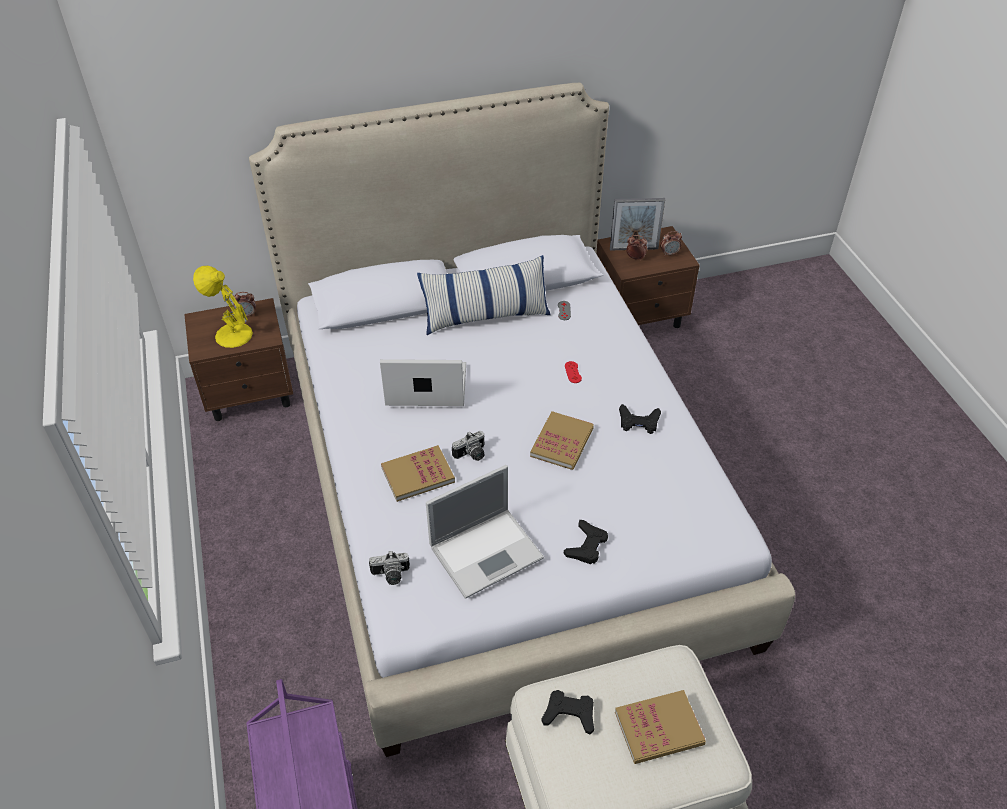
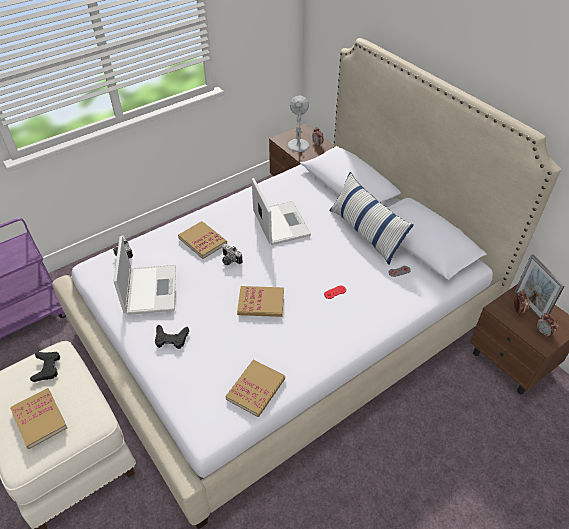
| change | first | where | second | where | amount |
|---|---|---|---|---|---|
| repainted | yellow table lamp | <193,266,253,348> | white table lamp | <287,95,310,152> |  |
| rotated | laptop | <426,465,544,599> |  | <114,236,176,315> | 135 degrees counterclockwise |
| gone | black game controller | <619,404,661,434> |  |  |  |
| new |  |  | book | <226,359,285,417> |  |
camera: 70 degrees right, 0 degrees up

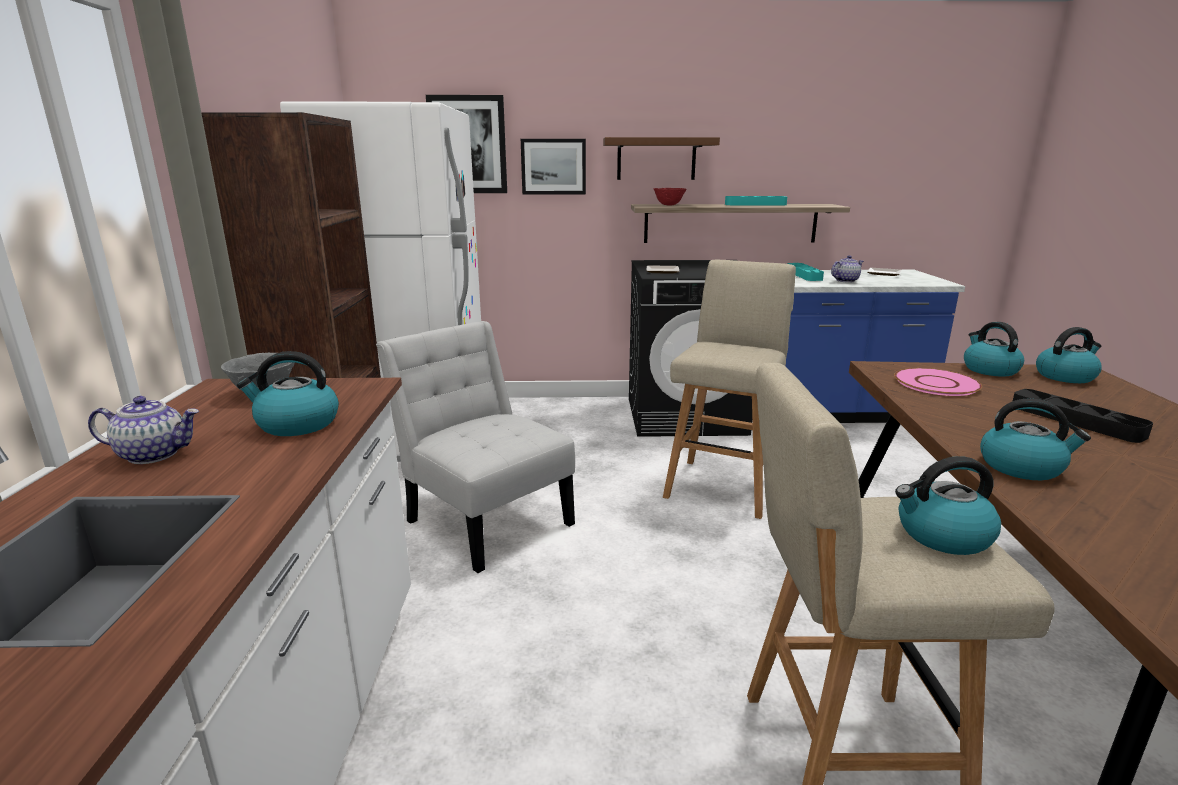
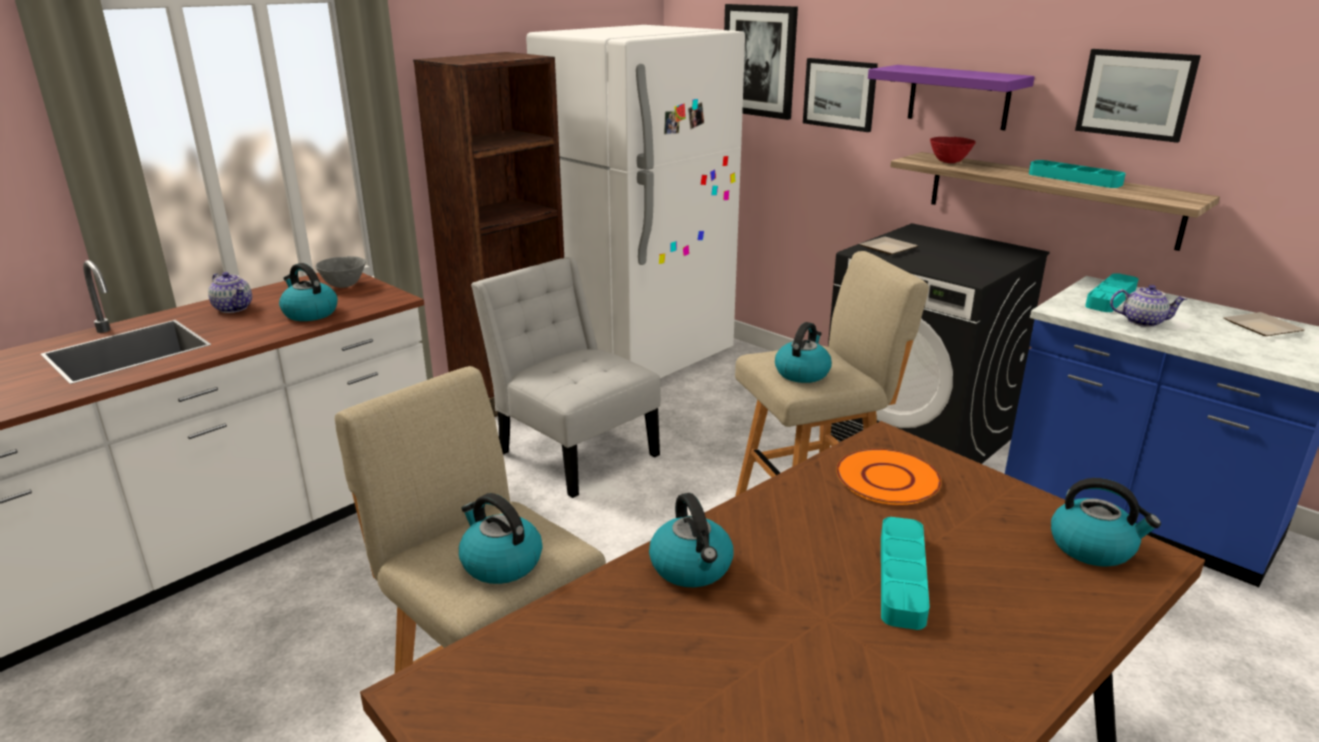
| change | first | where | second | where | amount |
|---|---|---|---|---|---|
| rotated | white chair | <376,321,575,573> |  | <471,257,661,498> | 45 degrees counterclockwise |
| repainted | brown shelf | <603,137,720,180> | purple shelf | <868,65,1035,130> |  |
| repainted | pink plate | <894,368,982,396> | orange plate | <836,449,942,505> |  |
| shifted | kettle | <964,322,1024,377> |  | <775,322,832,383> |  |
| repainted | black tray | <1013,389,1153,443> | turquoise tray | <881,517,930,630> |  |
| new |  |  | picture | <1075,49,1201,143> |  |
camera: 45 degrees right, 5 degrees up

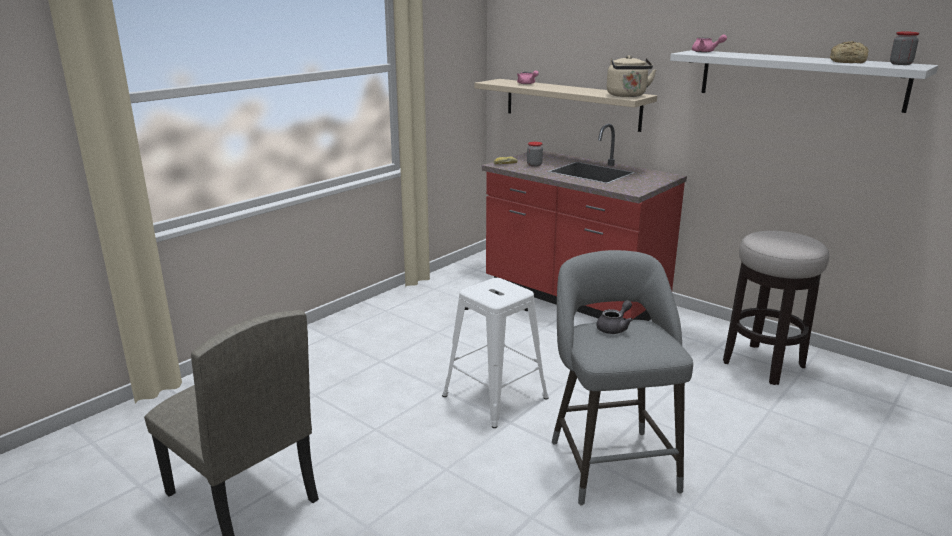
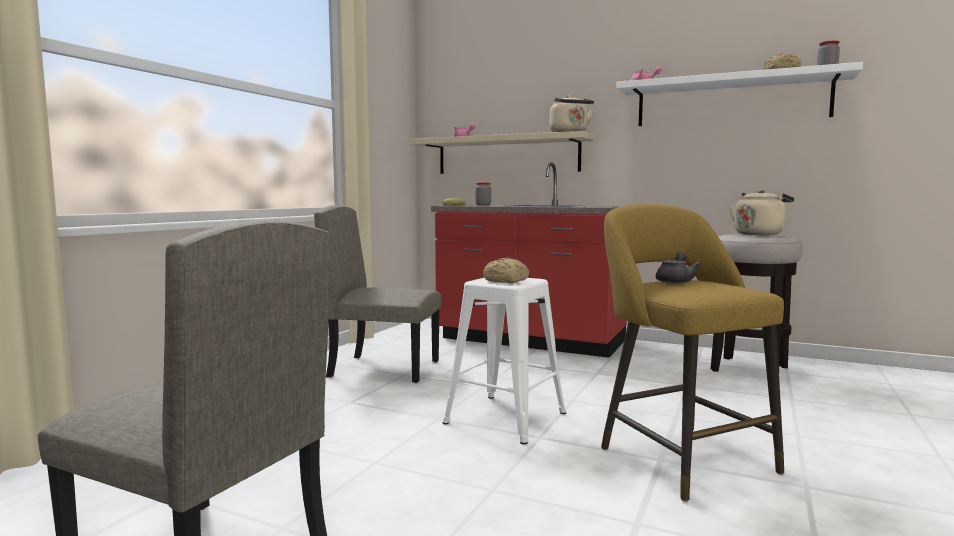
| change | first | where | second | where | amount |
|---|---|---|---|---|---|
| repainted | grey stool | <552,250,693,506> | yellow stool | <601,204,784,502> |  |
| new |  |  | beige chair | <314,205,441,383> |  |
| new |  |  | bread | <483,257,529,283> |  |
| new |  |  | beige kettle | <729,190,794,235> |  |
camera: 15 degrees left, 15 degrees down

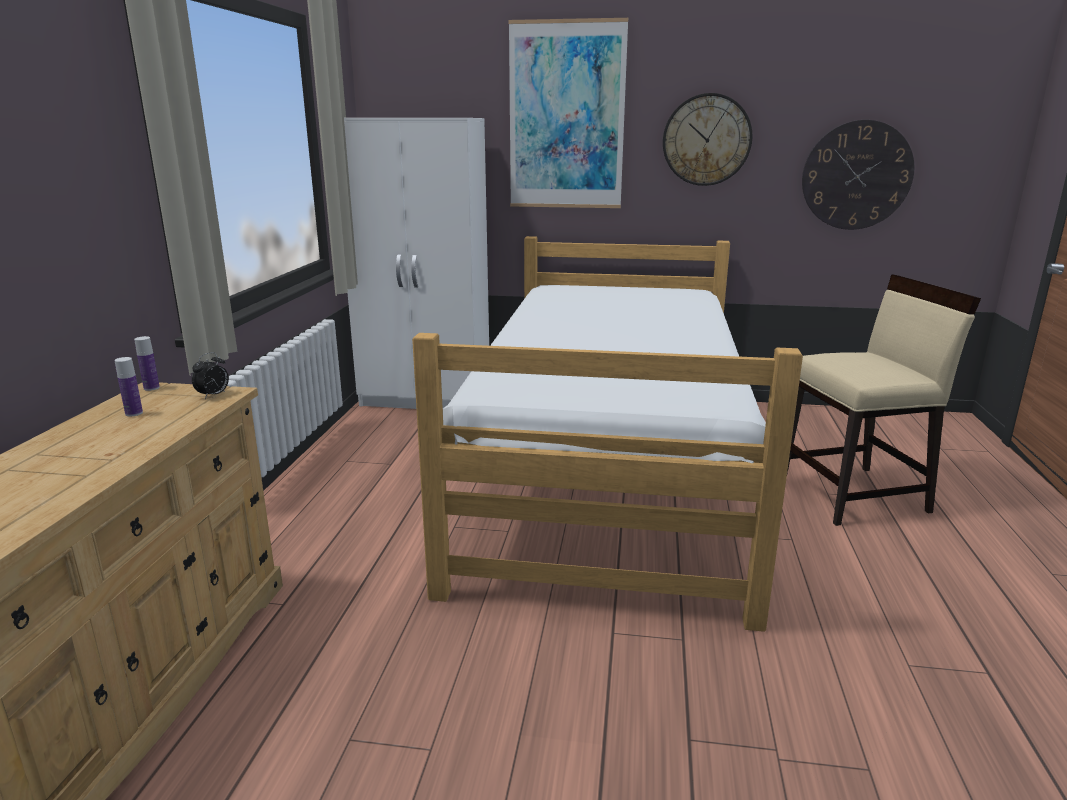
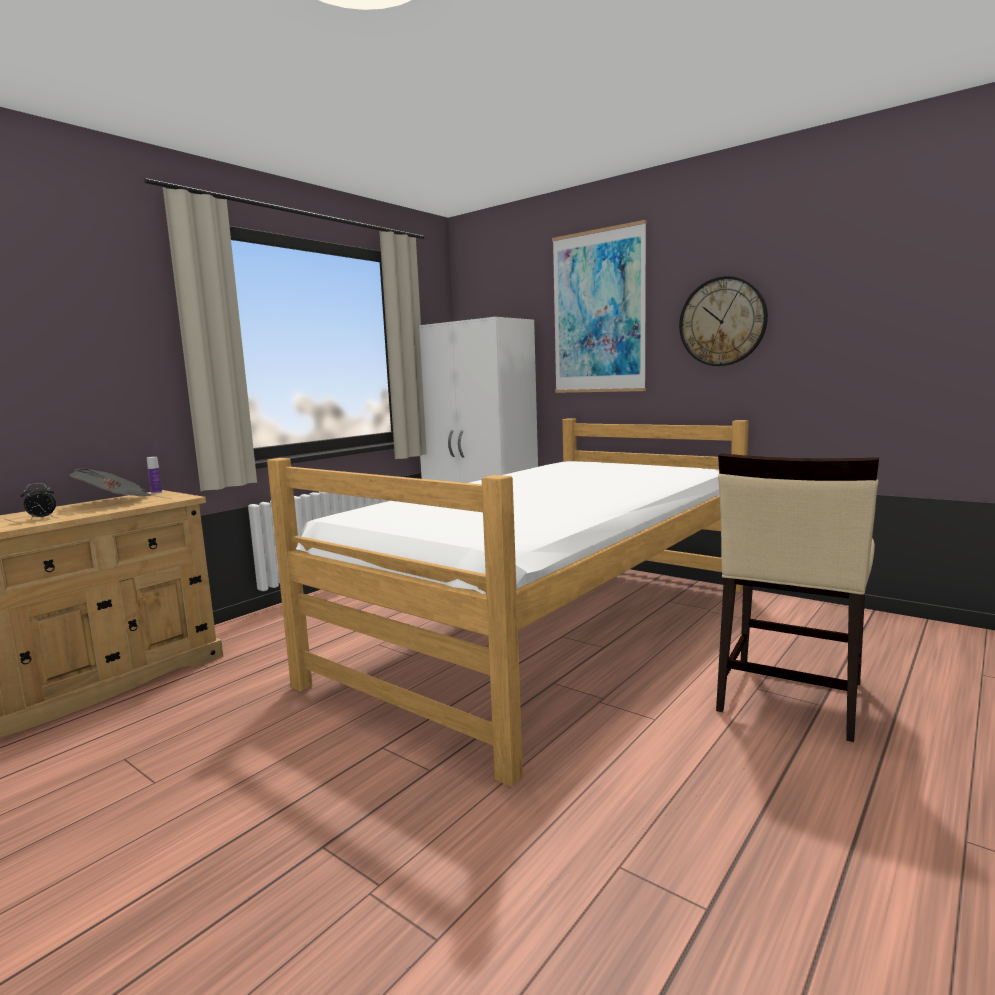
| change | first | where | second | where | amount |
|---|---|---|---|---|---|
| swapped | bottle | <114,357,143,417> | newspaper | <69,469,152,496> |  |
| shifted | alarm clock | <192,352,229,399> |  | <21,483,56,519> |  |
| rotated | beige chair | <787,275,981,526> |  | <716,453,879,742> | 105 degrees clockwise |
| gone | wall clock | <802,120,914,230> |  |  |  |
camera: 30 degrees right, 10 degrees down

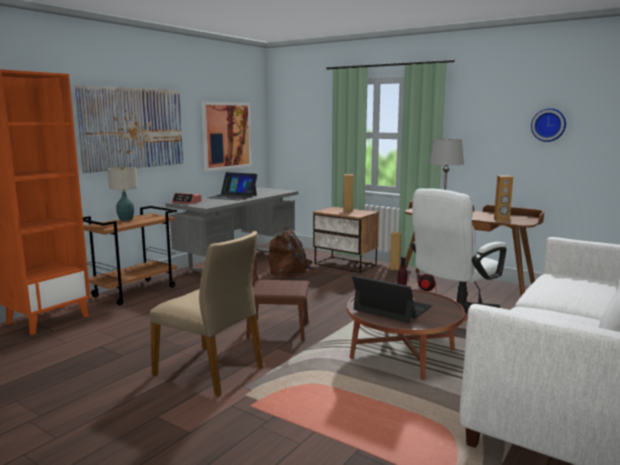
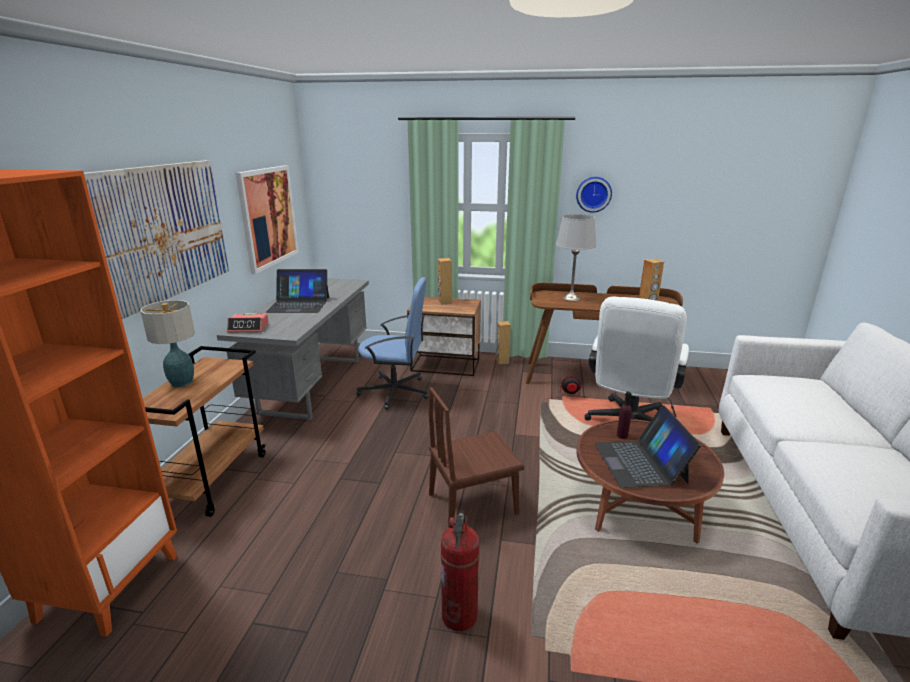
| change | first | where | second | where | amount |
|---|---|---|---|---|---|
| swapped | beige chair | <150,231,263,397> | fire extinguisher | <440,510,480,631> |  |
| swapped | brown backpack | <268,228,317,278> | blue office chair | <357,277,428,410> |  |
| rotated | laptop | <352,275,432,323> |  | <594,405,701,488> | 105 degrees counterclockwise |
| shifted | wall clock | <531,108,566,142> |  | <576,177,612,213> |  |
camera: 25 degrees left, 10 degrees up

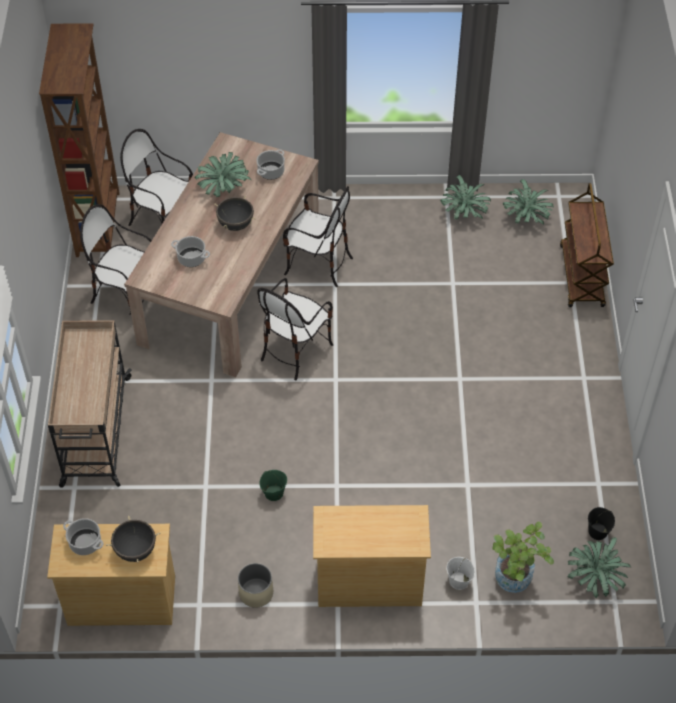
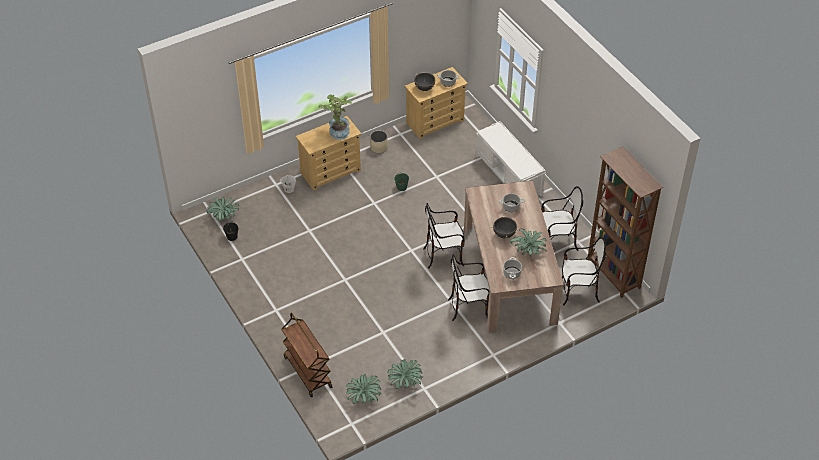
| change | first | where | second | where | amount |
|---|---|---|---|---|---|
| swapped | beige cart | <48,320,132,488> | white bench | <476,121,546,197> |  |
| rotated | chair | <257,278,333,380> |  | <423,203,465,268> | 105 degrees counterclockwise |
| shifted | potted plant | <492,521,554,593> |  | <318,94,352,140> |  |
camera: 150 degrees right, 5 degrees down

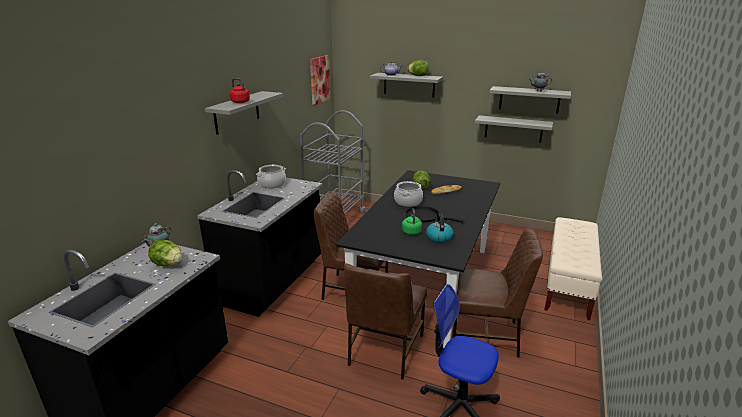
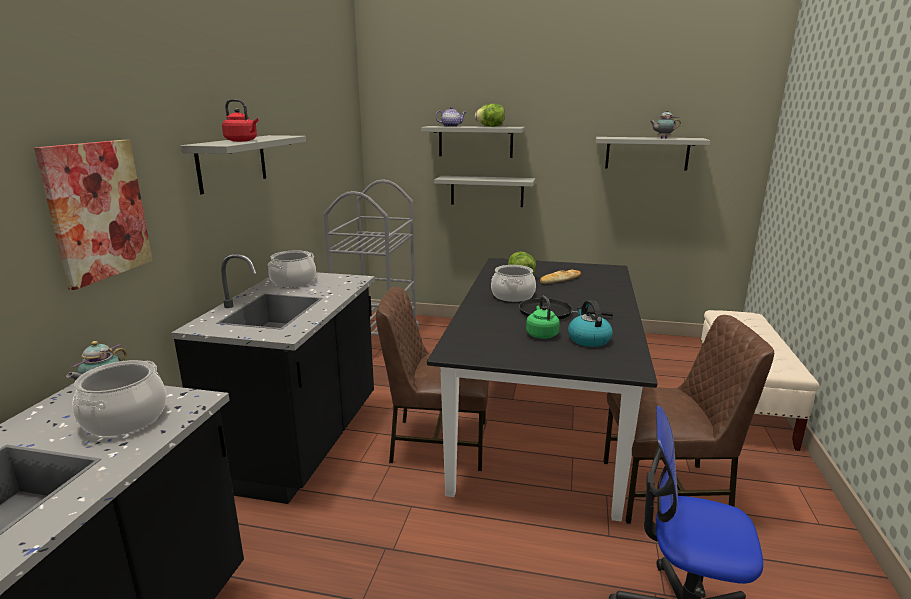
| change | first | where | second | where | amount |
|---|---|---|---|---|---|
| swapped | lettuce | <148,240,182,267> | cooking pot | <72,360,166,436> |  |
| shifted | picture | <310,55,330,106> |  | <34,140,153,290> |  |
| gone | brown chair | <344,263,427,380> |  |  |  |
| shifted | grey shelf | <475,115,553,143> |  | <434,176,535,207> |  |
camera: 10 degrees left, 5 degrees down

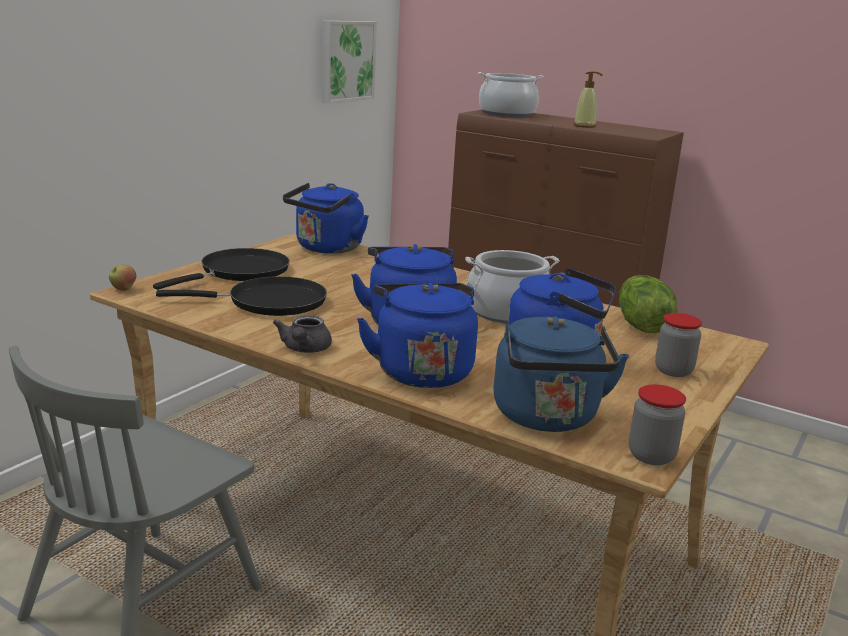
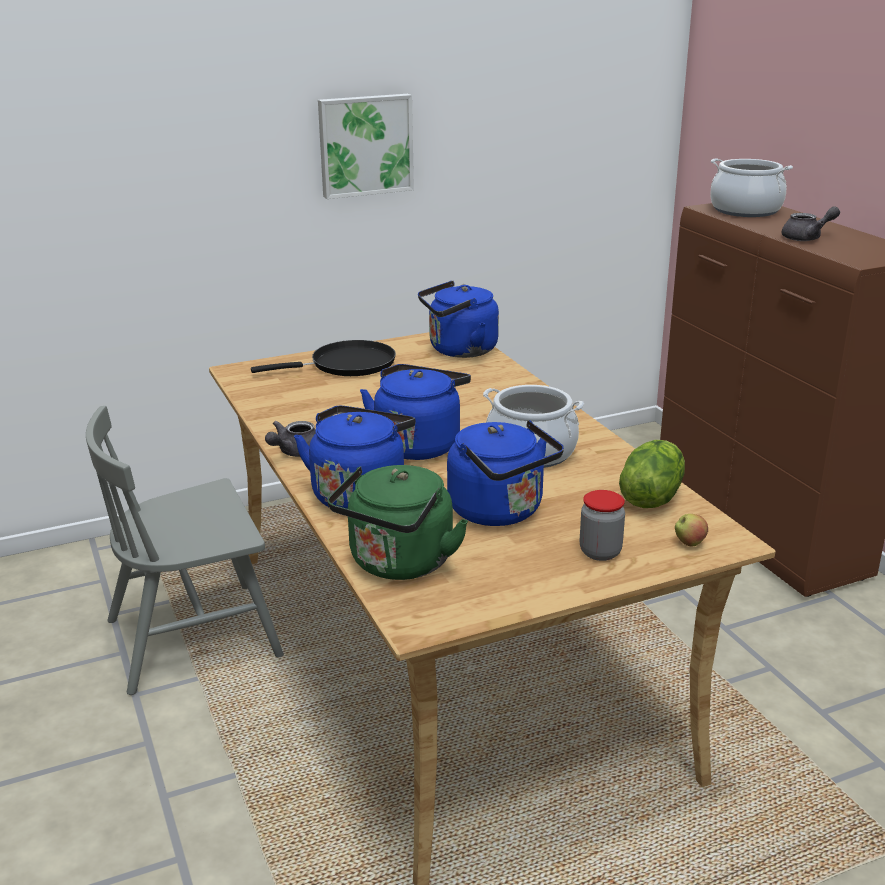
| change | first | where | second | where | amount |
|---|---|---|---|---|---|
| shifted | apple | <109,265,137,291> |  | <675,514,708,547> |  |
| gone | black frying pan | <156,276,327,316> |  |  |  |
| shifted | picture | <321,21,377,104> |  | <318,94,414,199> |  |
| repainted | blue kettle | <493,316,629,432> | green kettle | <327,465,468,580> |  |
| swapped | soap dispenser | <574,71,603,128> | grey teapot | <782,206,840,241> |  |
| gone | jar | <629,384,686,465> |  |  |  |
camera: 35 degrees right, 5 degrees up

